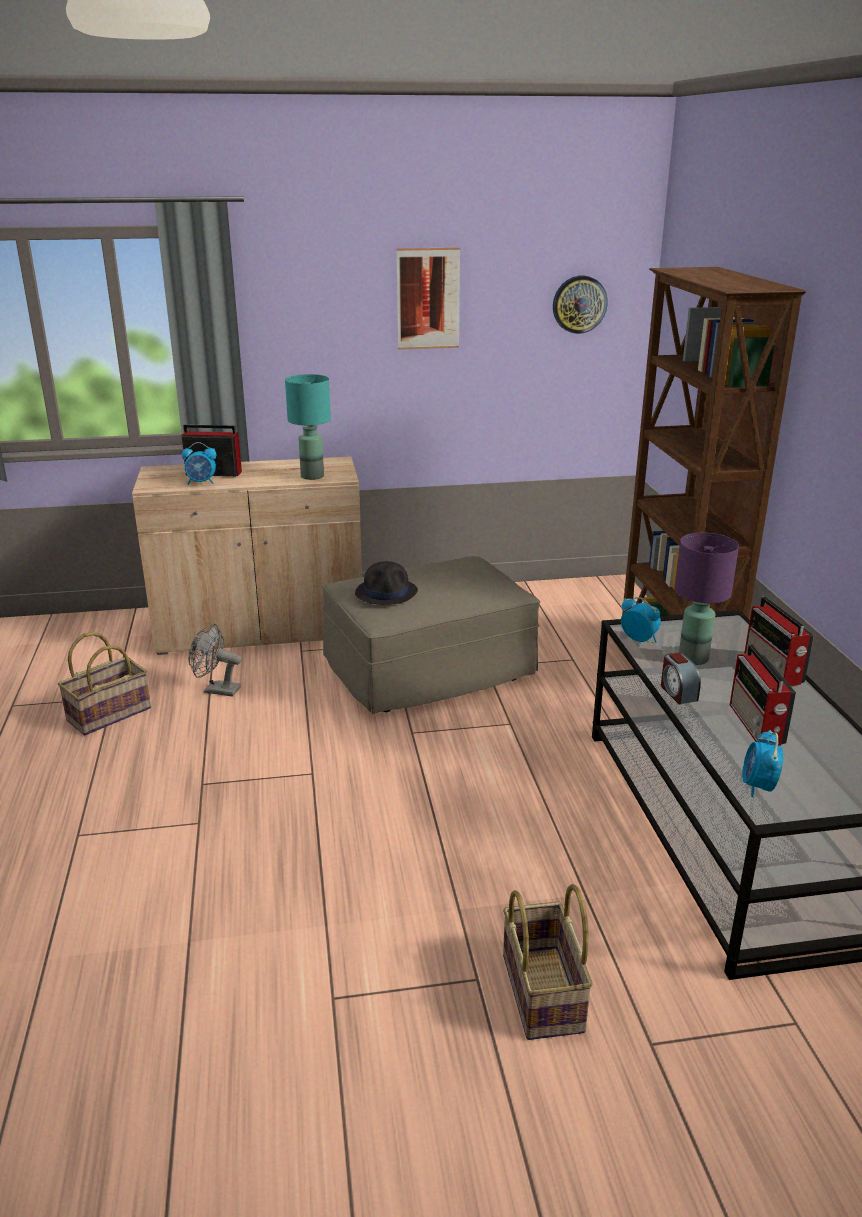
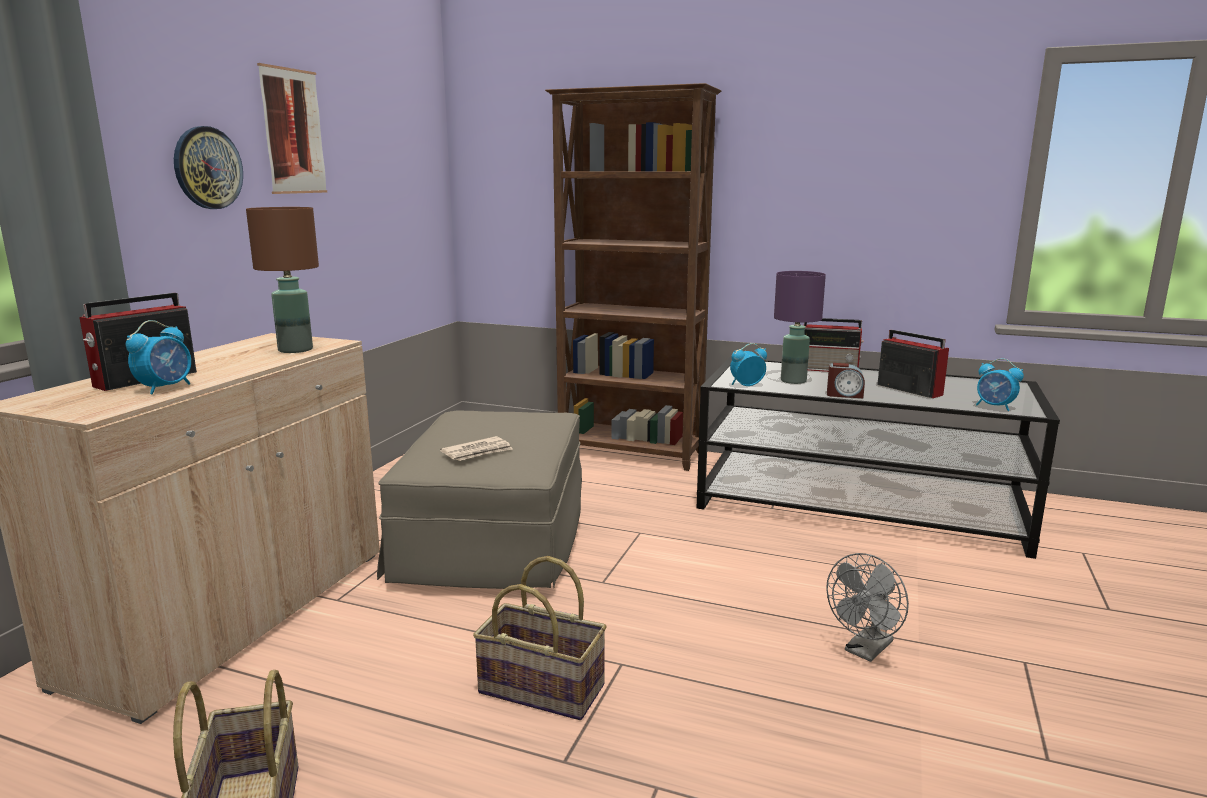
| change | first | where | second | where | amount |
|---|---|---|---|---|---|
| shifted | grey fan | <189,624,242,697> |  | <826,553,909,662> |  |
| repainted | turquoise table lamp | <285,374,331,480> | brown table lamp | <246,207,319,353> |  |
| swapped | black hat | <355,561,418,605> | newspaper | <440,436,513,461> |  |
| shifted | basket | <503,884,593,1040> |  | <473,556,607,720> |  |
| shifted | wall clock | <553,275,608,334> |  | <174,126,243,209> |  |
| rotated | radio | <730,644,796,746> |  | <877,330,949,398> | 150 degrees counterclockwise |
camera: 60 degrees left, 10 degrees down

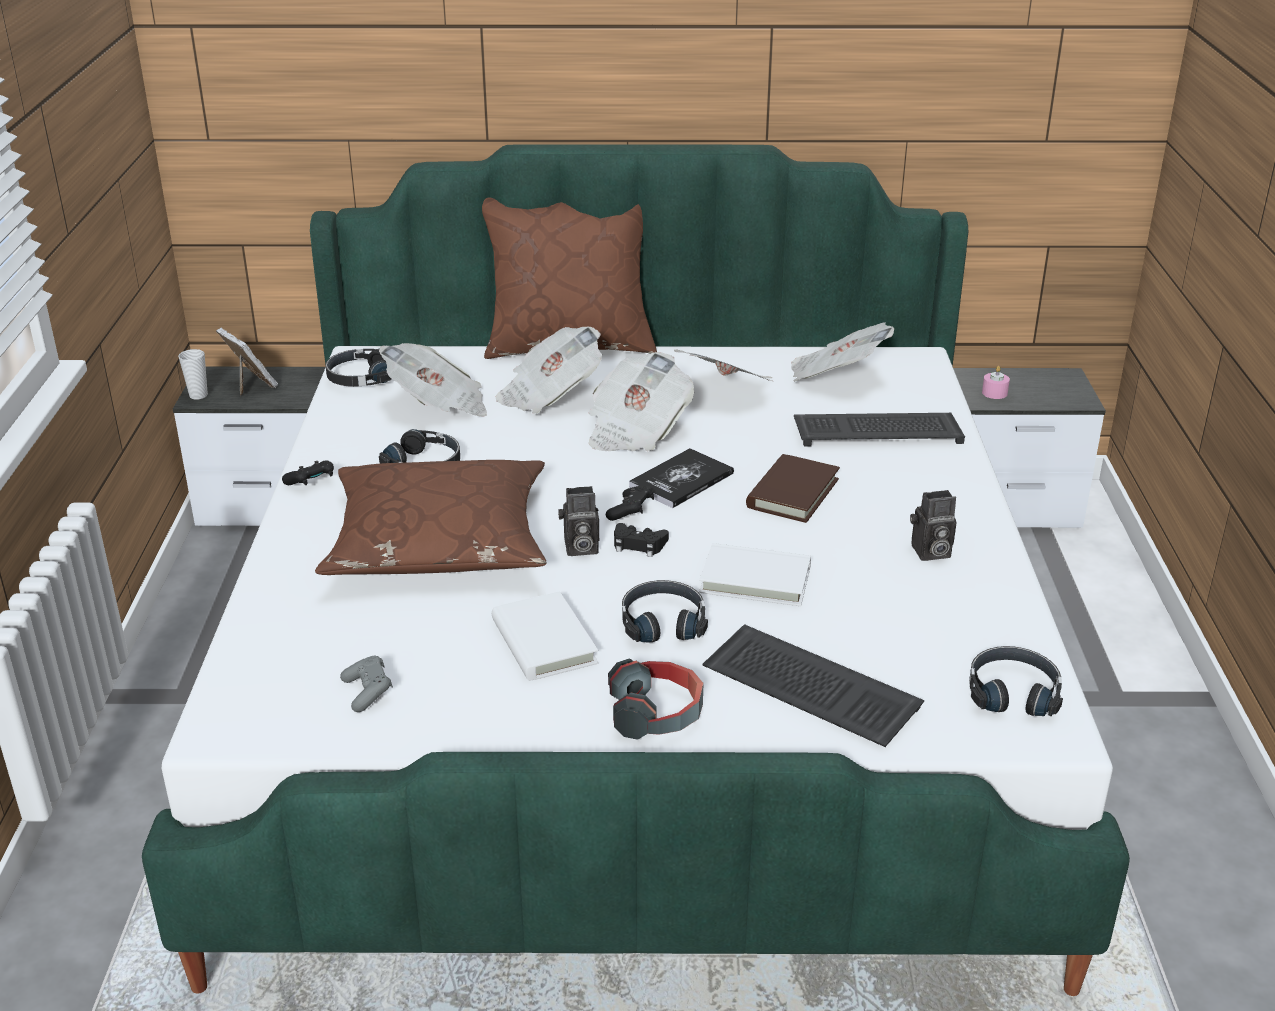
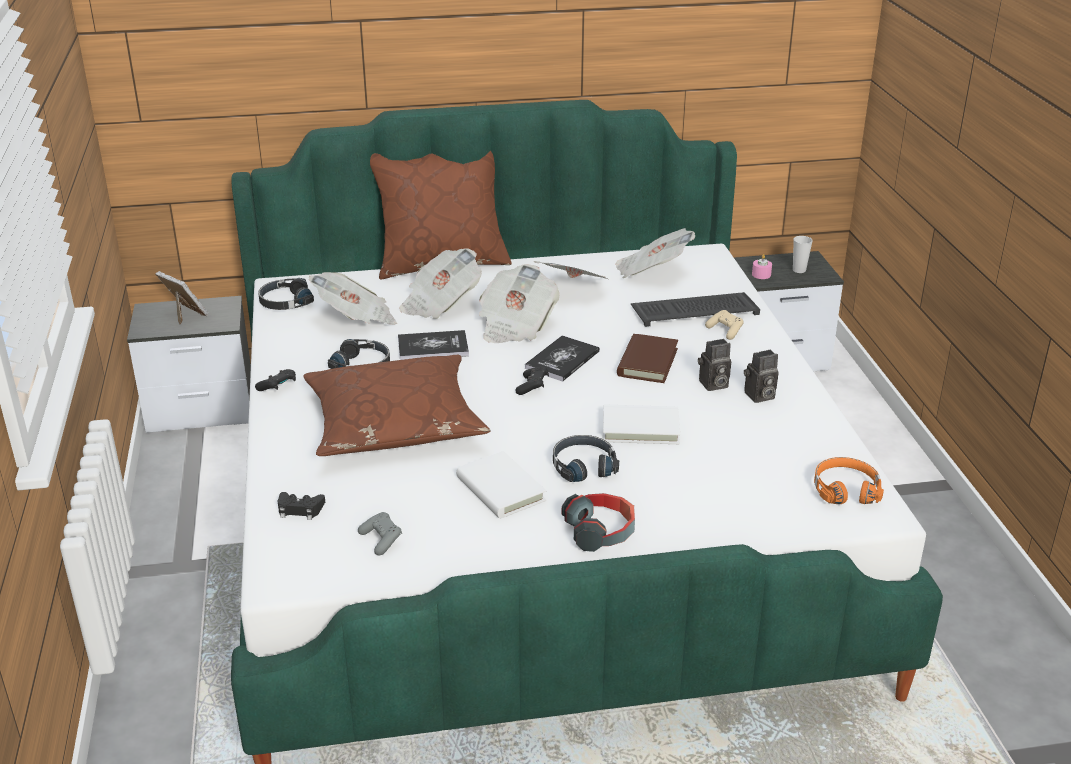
| change | first | where | second | where | amount |
|---|---|---|---|---|---|
| shifted | cup | <178,349,208,400> |  | <793,236,812,273> |  |
| shifted | photo camera | <558,486,599,556> |  | <698,339,731,391> |  |
| shifted | black game controller | <614,523,669,557> |  | <278,492,325,520> |  |
| gone | keyboard | <702,624,924,747> |  |  |  |
| repainted | black headphones | <969,646,1063,716> | orange headphones | <814,457,884,504> |  |
| new |  |  | book | <398,330,469,360> |  |
| new |  |  | beige game controller | <705,310,743,340> |  |
camera: 10 degrees left, 0 degrees up

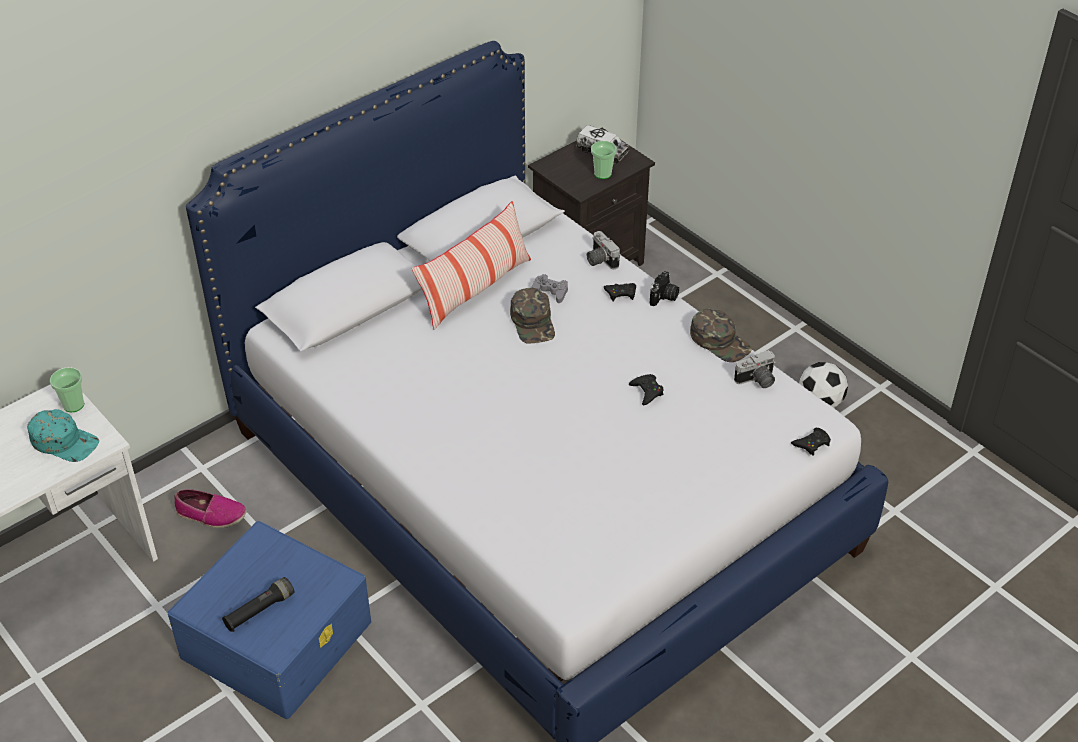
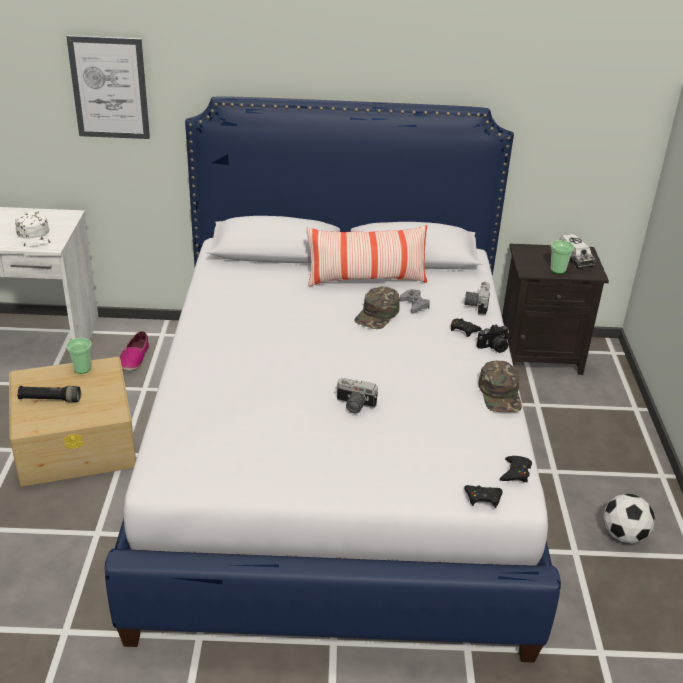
| change | first | where | second | where | amount |
|---|---|---|---|---|---|
| repainted | turquoise cap | <27,409,99,462> | white cap | <15,211,52,247> |  |
| shifted | cup | <50,367,84,412> |  | <66,338,92,374> |  |
| repainted | blue storage box | <168,521,371,719> | beige storage box | <9,357,136,487> |  |
| rotated | shoe | <174,489,247,528> |  | <120,331,149,371> | 45 degrees clockwise |
| shifted | black game controller | <629,374,664,406> |  | <500,456,532,482> |  |
| shifted | photo camera | <734,350,776,388> |  | <336,378,378,414> |  |
| new |  |  | picture | <66,36,150,139> |  |
camera: 40 degrees right, 10 degrees down

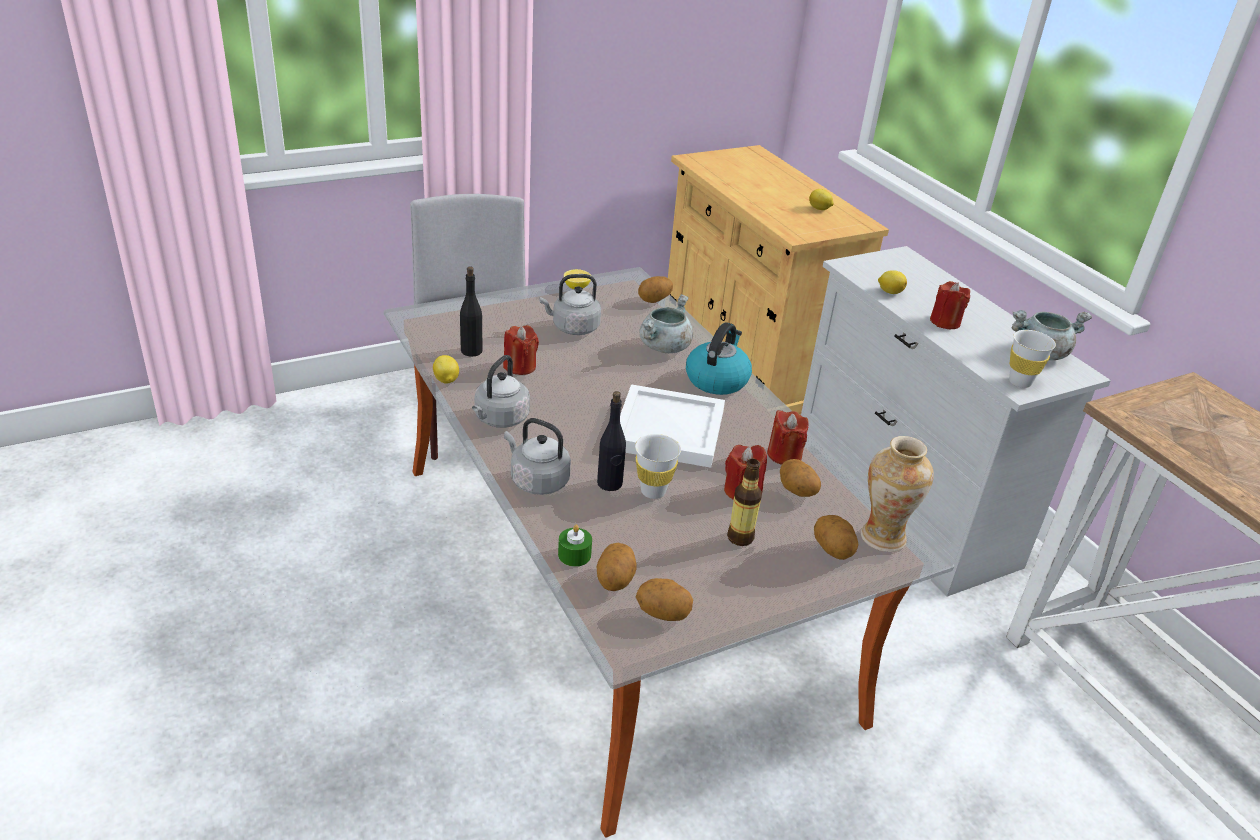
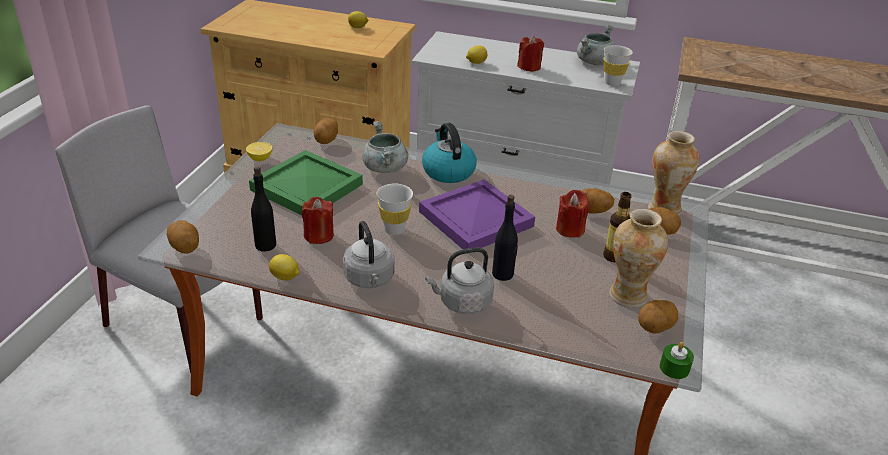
| change | first | where | second | where | amount |
|---|---|---|---|---|---|
| swapped | grey kettle | <539,274,601,335> | green tray | <249,150,363,215> |  |
| shifted | green candle | <558,525,592,567> |  | <660,342,694,379> |  |
| shifted | potato | <596,543,637,591> |  | <167,220,199,254> |  |
| repainted | white tray | <620,384,725,468> | purple tray | <419,179,535,249> |  |
| shifted | white cup | <635,434,681,499> |  | <377,184,413,235> |  |
| gone | red candle | <767,410,809,465> |  |  |  |
| new |  |  | vase | <609,209,668,308> |  |
camera: 45 degrees left, 0 degrees up

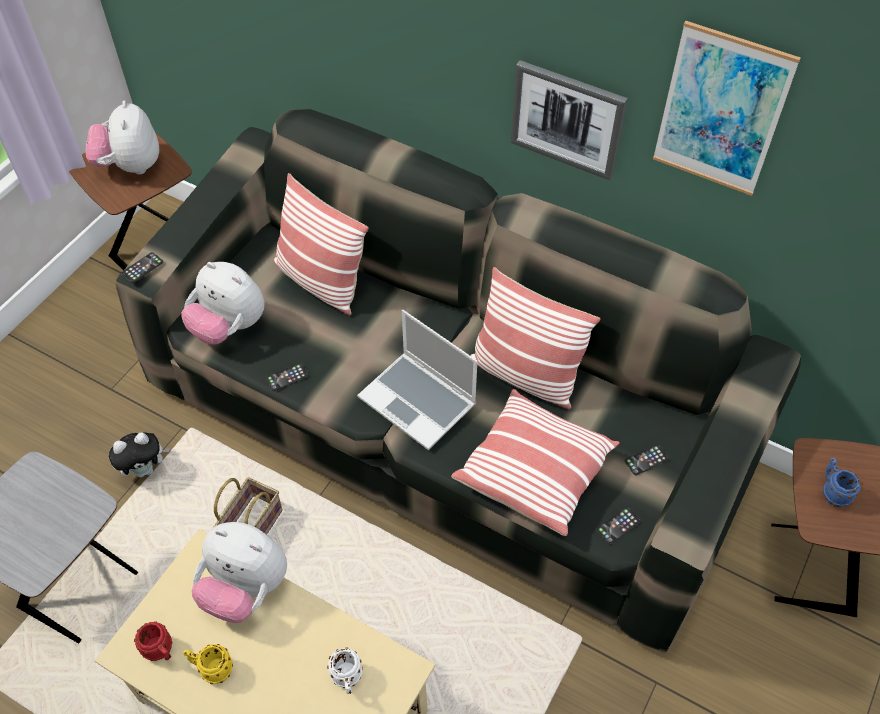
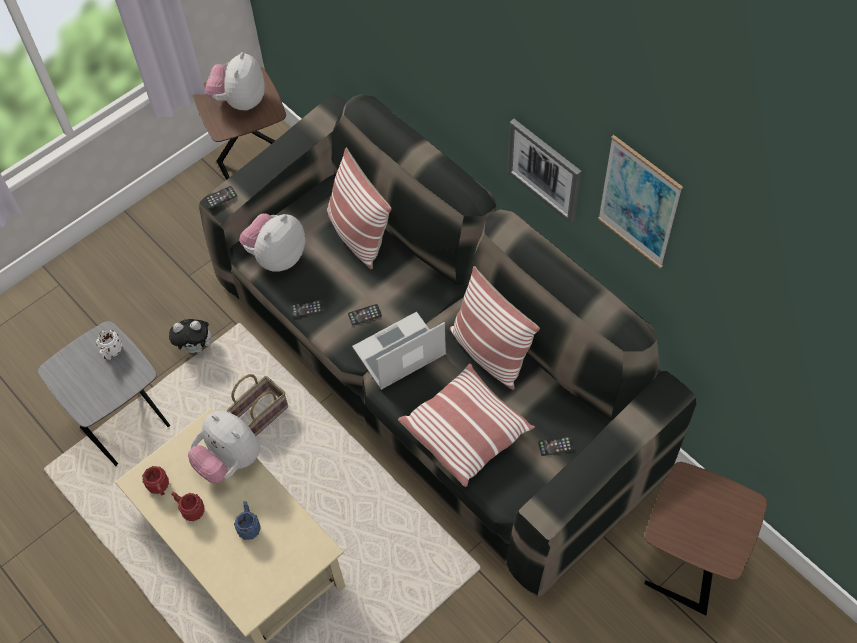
| change | first | where | second | where | amount |
|---|---|---|---|---|---|
| rotated | plush toy | <181,262,265,345> |  | <239,213,305,272> | 75 degrees clockwise |
| repainted | yellow mug | <183,644,233,684> | red mug | <171,492,204,521> |  |
| shifted | white mug | <327,648,363,694> |  | <96,330,122,360> |  |
| rotated | laptop | <357,310,477,450> |  | <352,312,446,390> | 90 degrees clockwise |
| shifted | phone | <596,506,642,544> |  | <348,304,382,325> |  |
| shifted | blue mug | <823,458,861,507> |  | <234,501,261,540> |  |
camera: 20 degrees right, 5 degrees up

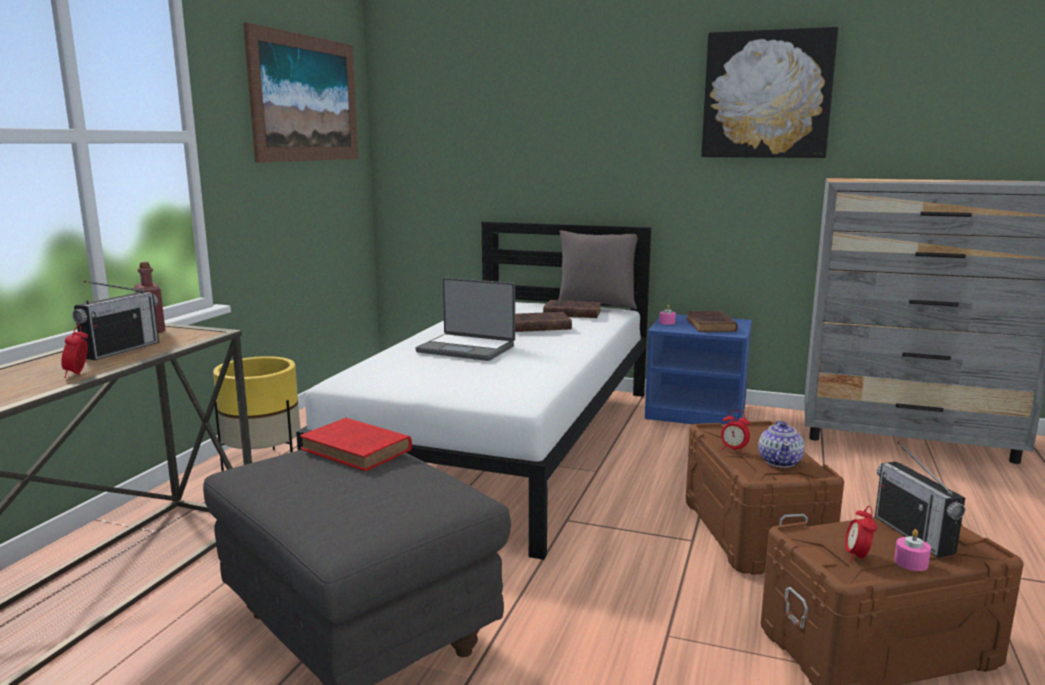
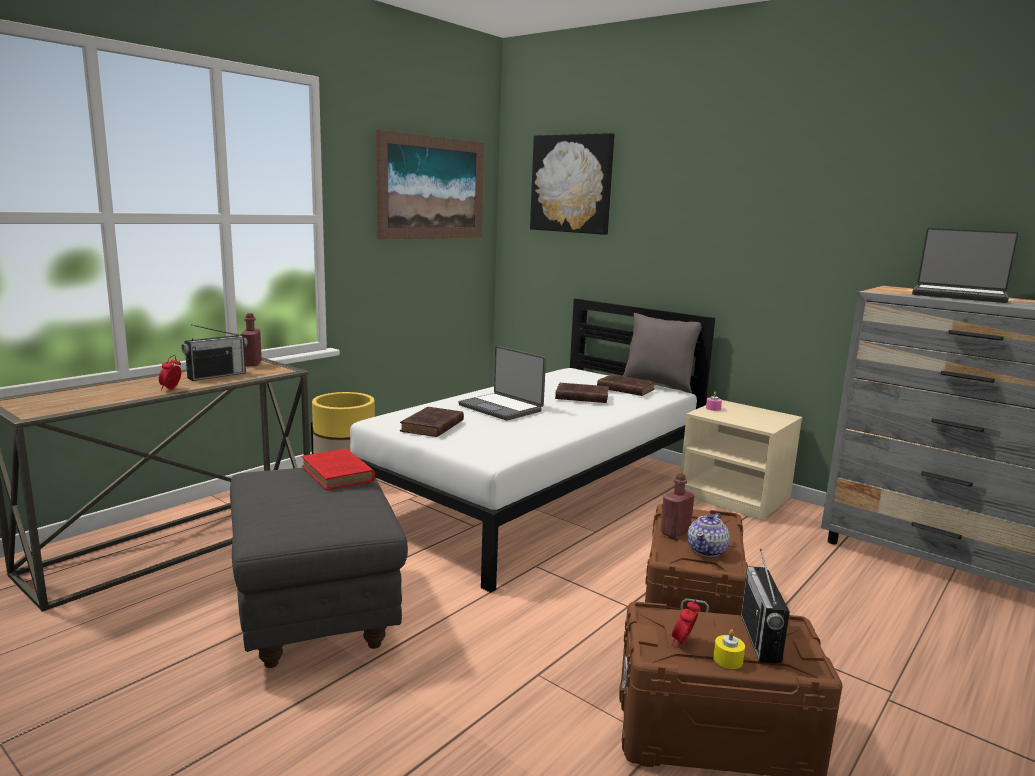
| change | first | where | second | where | amount |
|---|---|---|---|---|---|
| repainted | blue nightstand | <645,315,752,424> | beige nightstand | <681,400,802,520> |  |
| shifted | brown book | <686,311,738,332> |  | <400,407,464,437> |  |
| shifted | picture | <701,27,838,158> |  | <530,133,614,235> |  |
| swapped | alarm clock | <721,410,750,454> | red bottle | <660,473,694,538> |  |
| repainted | pink candle | <894,529,931,571> | yellow candle | <713,629,745,669> |  |
| new |  |  | laptop | <912,228,1019,303> |  |
camera: 20 degrees right, 0 degrees up

